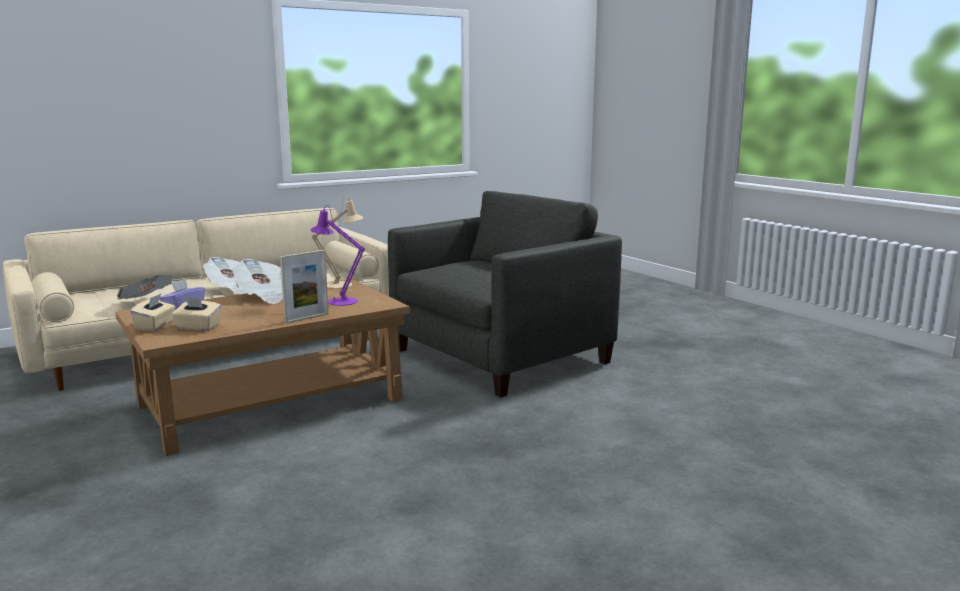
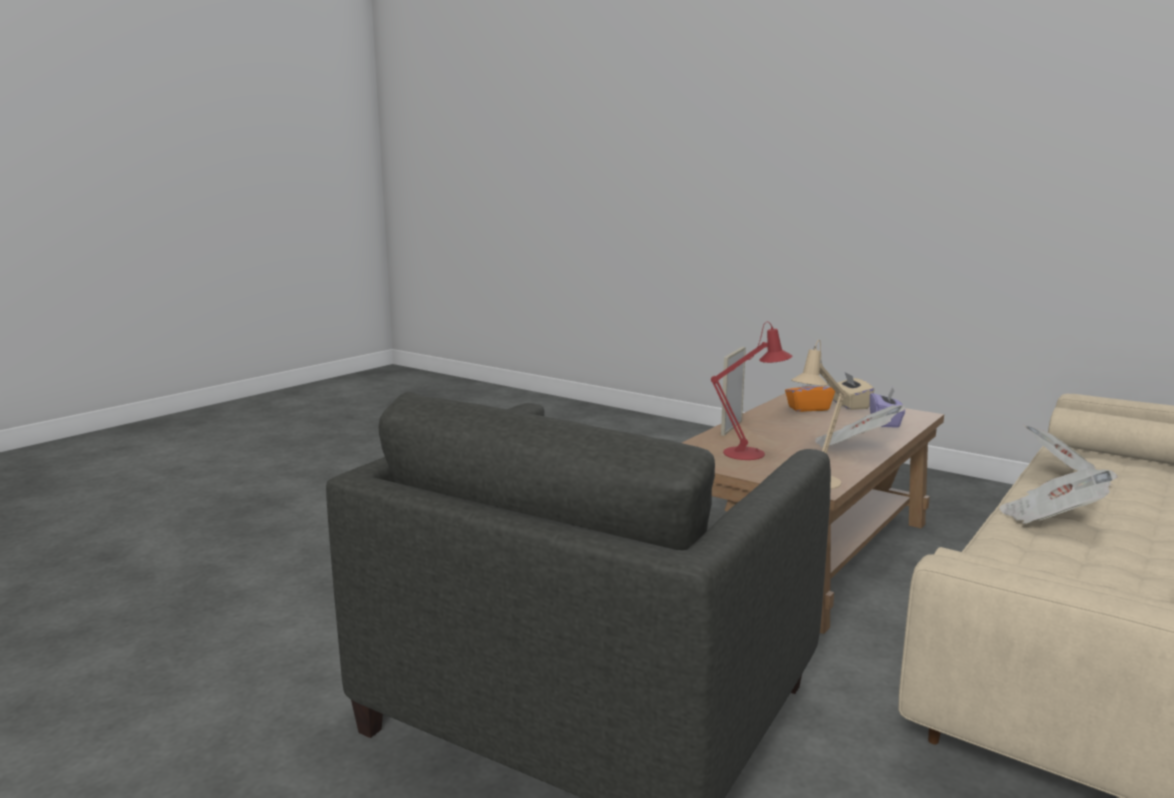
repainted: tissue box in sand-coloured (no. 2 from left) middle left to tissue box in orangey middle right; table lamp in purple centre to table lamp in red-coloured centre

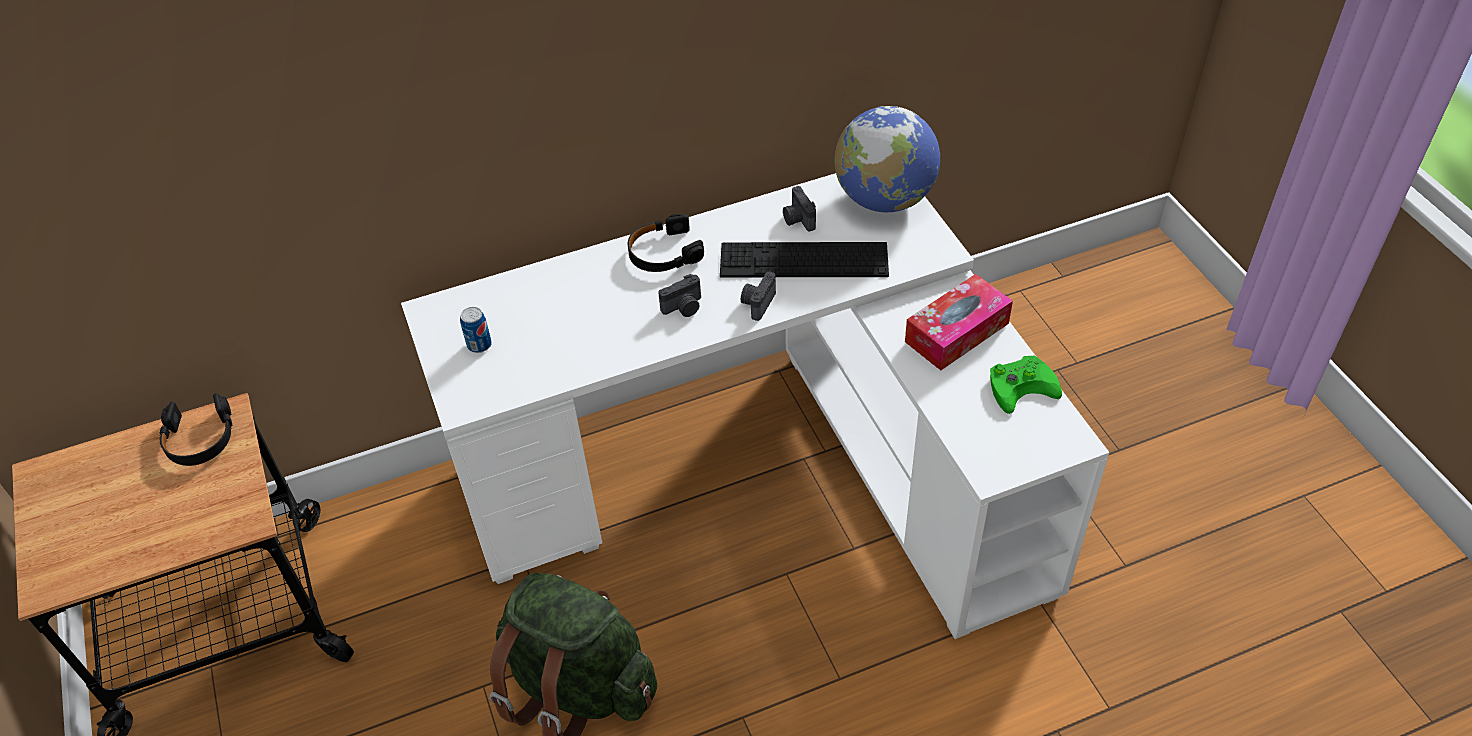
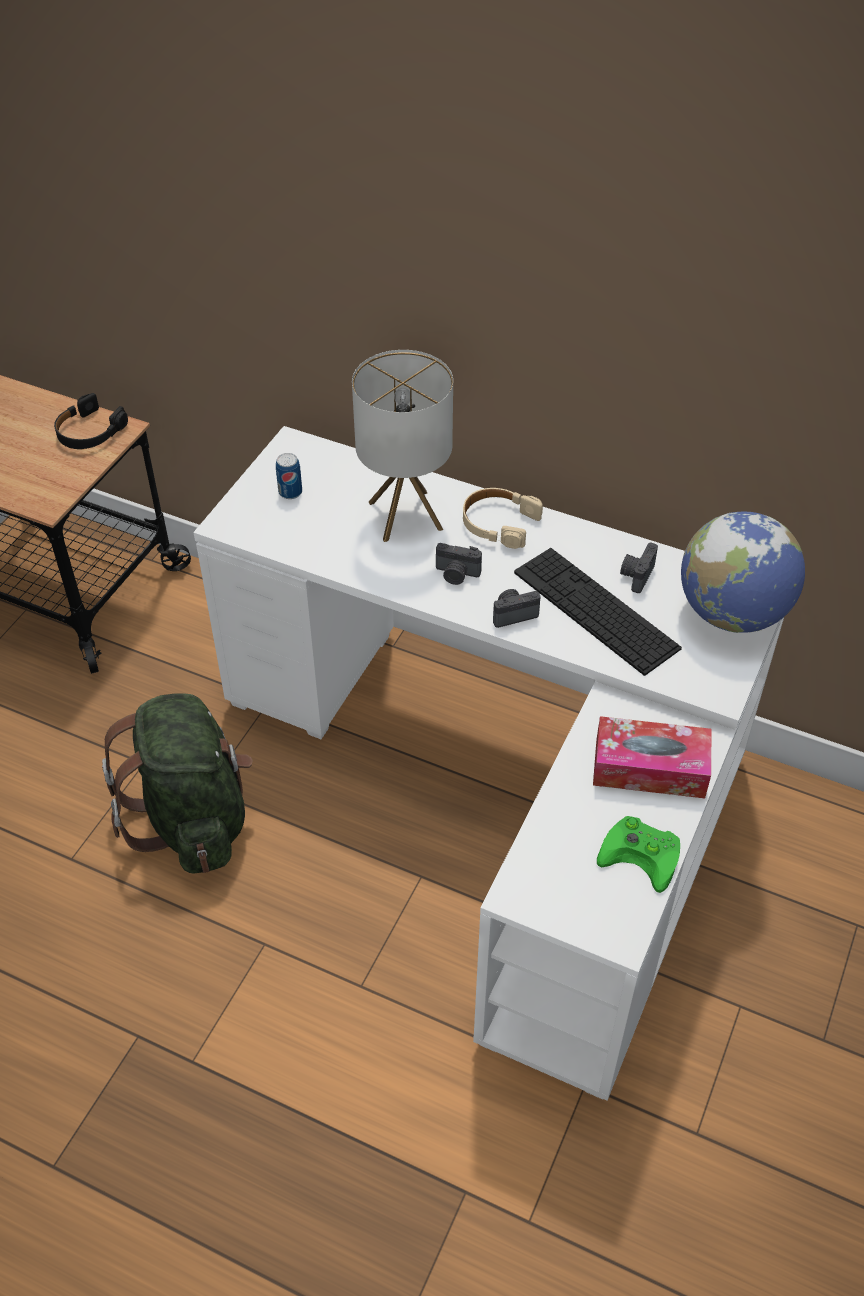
new: table lamp centre
repainted: headset in blackish (no. 2 from left) top centre to headset in sand-coloured centre

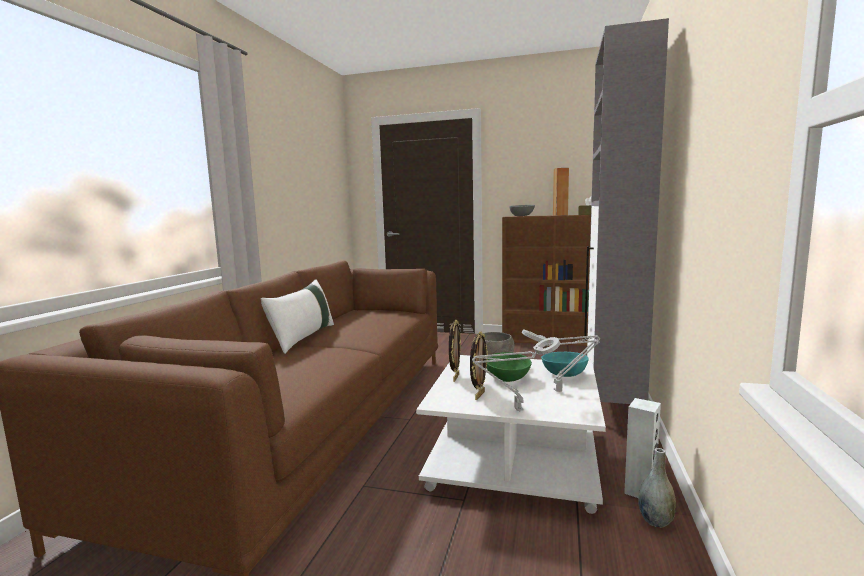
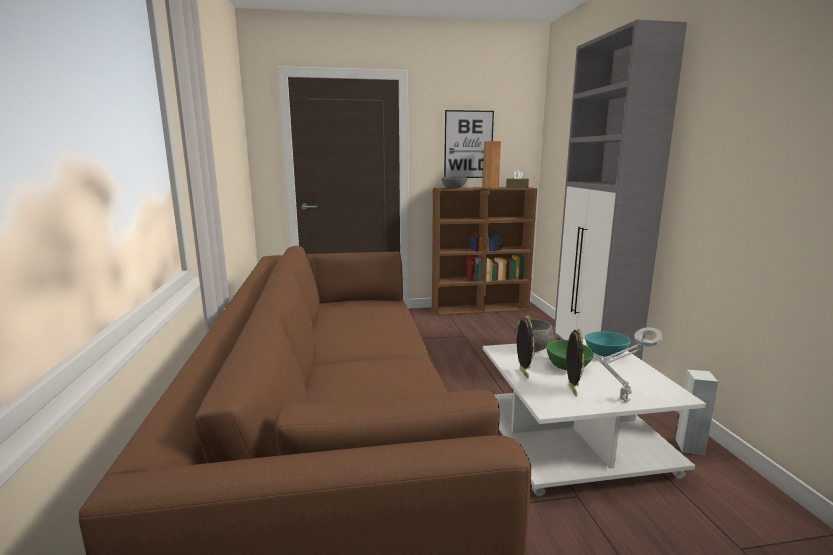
gone: pillow in white-coloured centre; table lamp in grey (no. 2 from left) centre; vase in grey bottom right
new: wall picture top centre

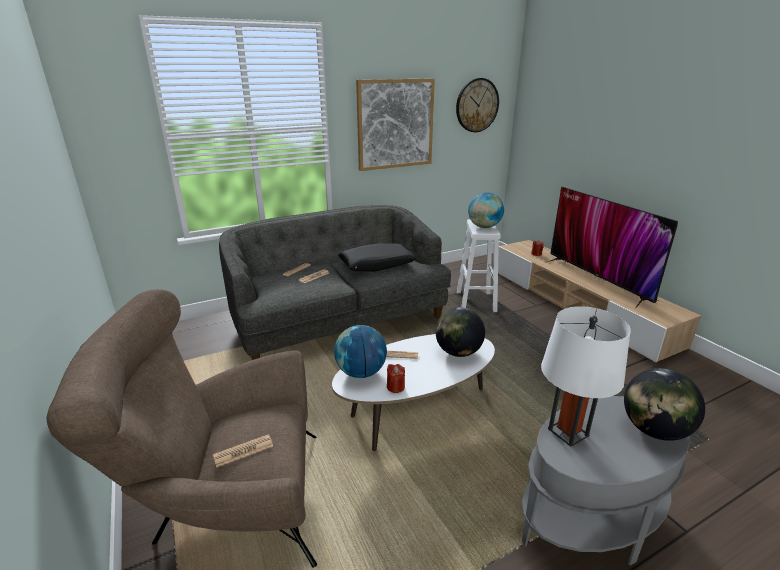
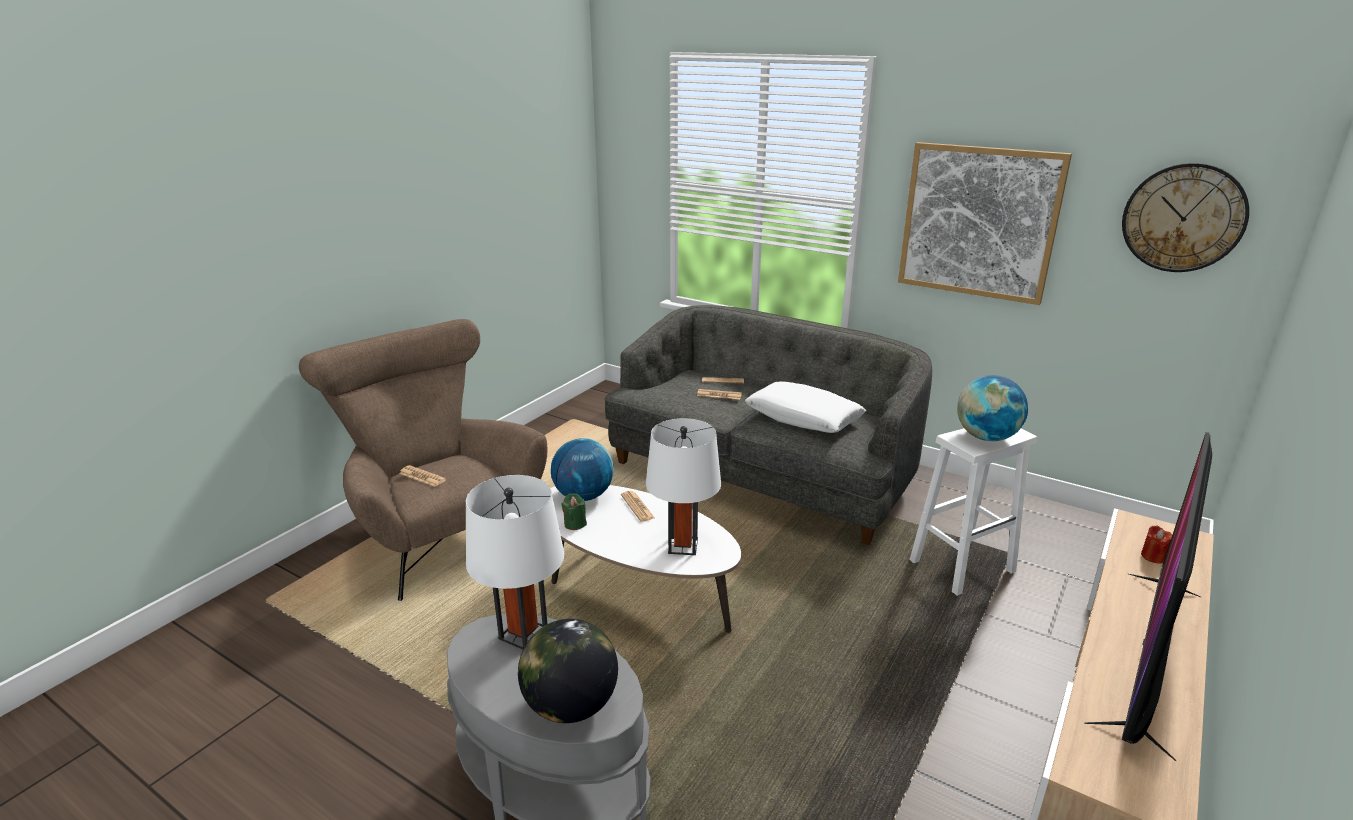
swapped: world globe (no. 2 from left) centre to table lamp in white-coloured (no. 2 from left) centre
repainted: pillow in blackish centre to pillow in white-coloured centre; wax candle in red-coloured (no. 1 from left) centre to wax candle in green centre

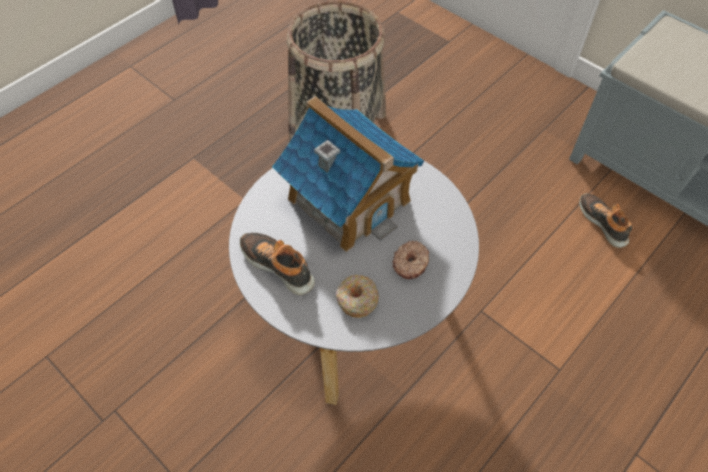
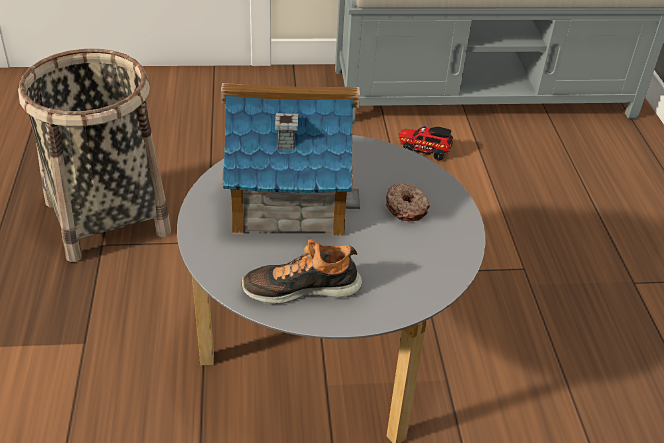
gone: donut (no. 1 from left) centre
swapped: low shoe (no. 2 from left) middle right to toy truck top centre

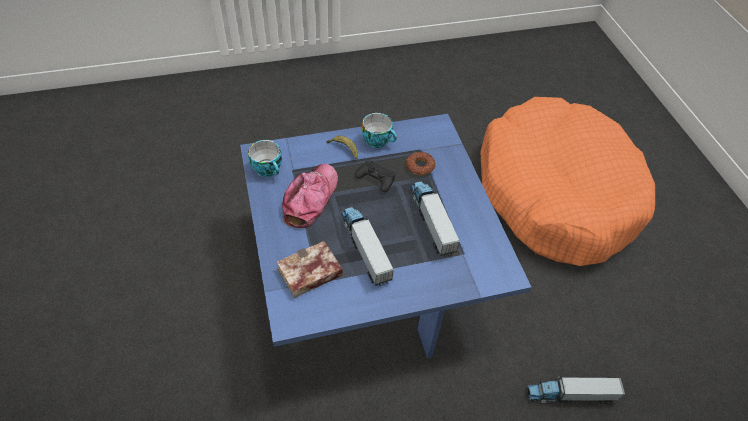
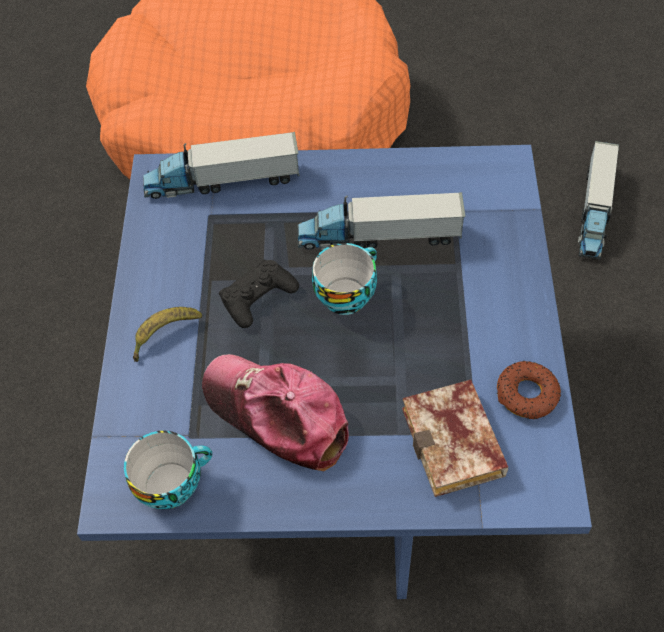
shifted: toy truck (no. 1 from left) centre to top left; drinking cup (no. 2 from left) top centre to centre; donut centre to middle right

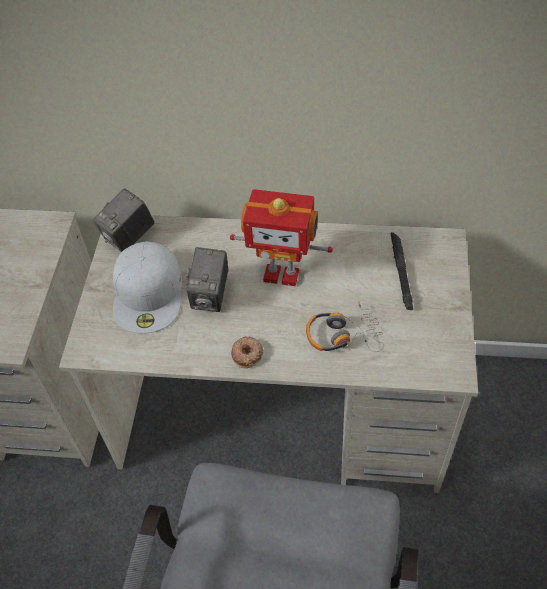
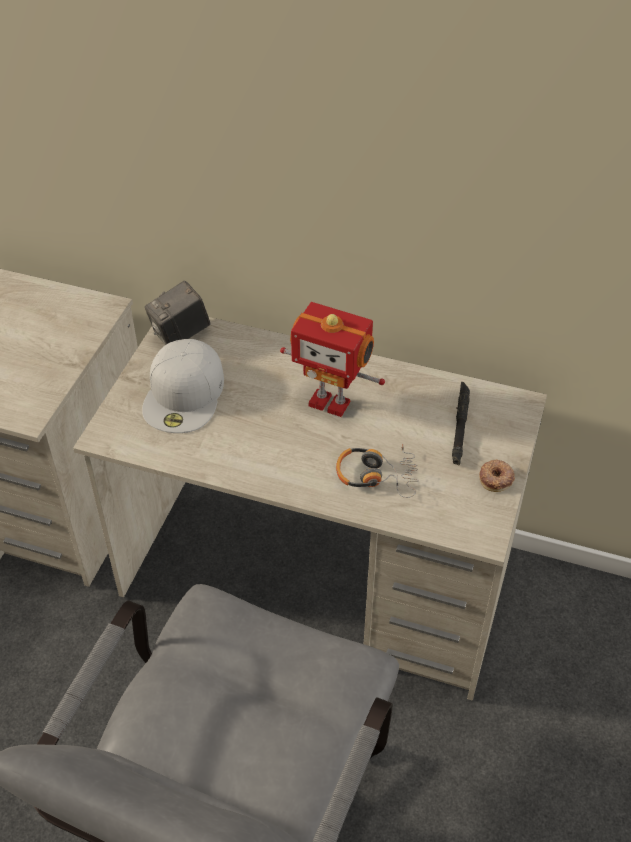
gone: photo camera (no. 2 from left) centre
shifted: donut centre to middle right

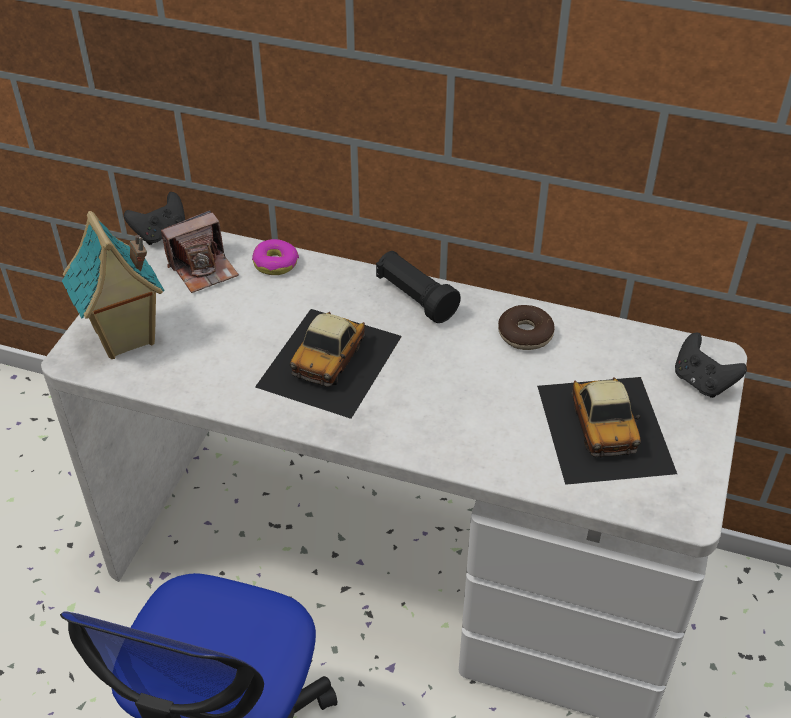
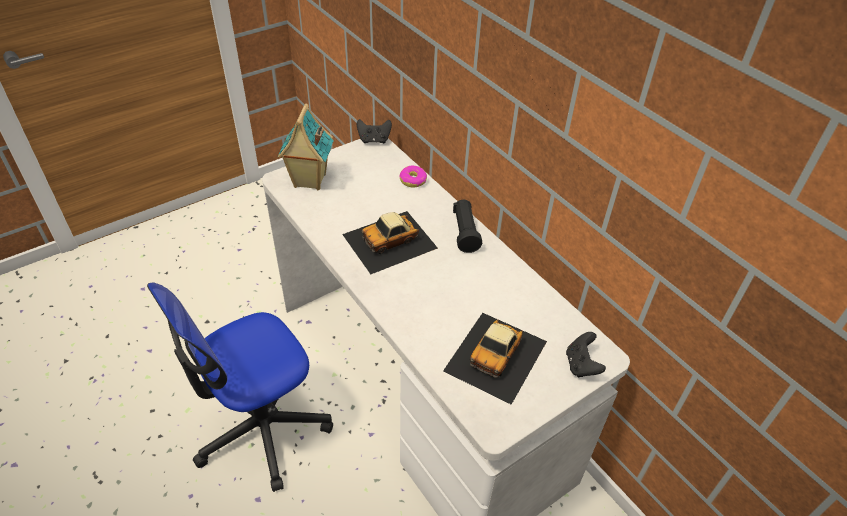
gone: photo camera middle left; donut (no. 2 from left) centre

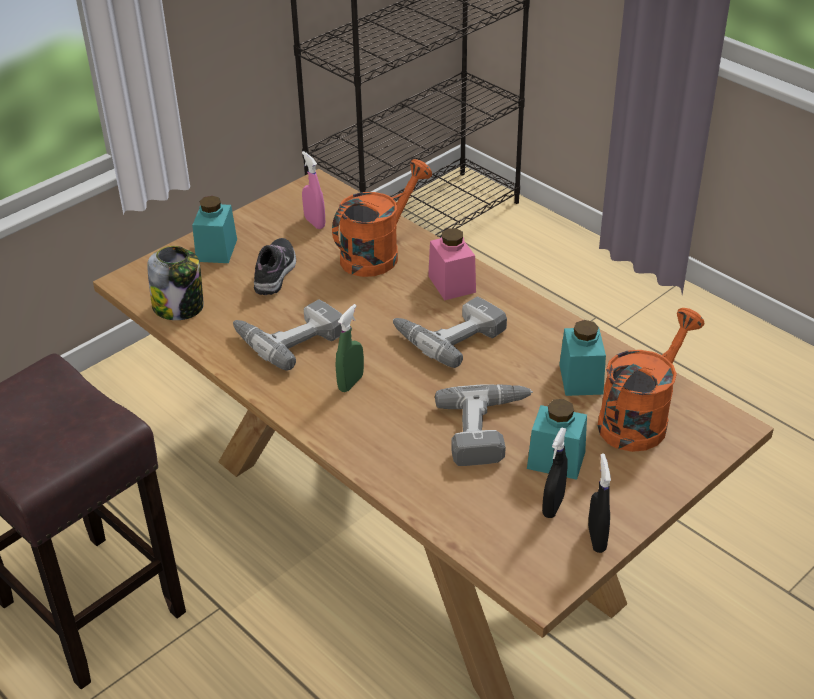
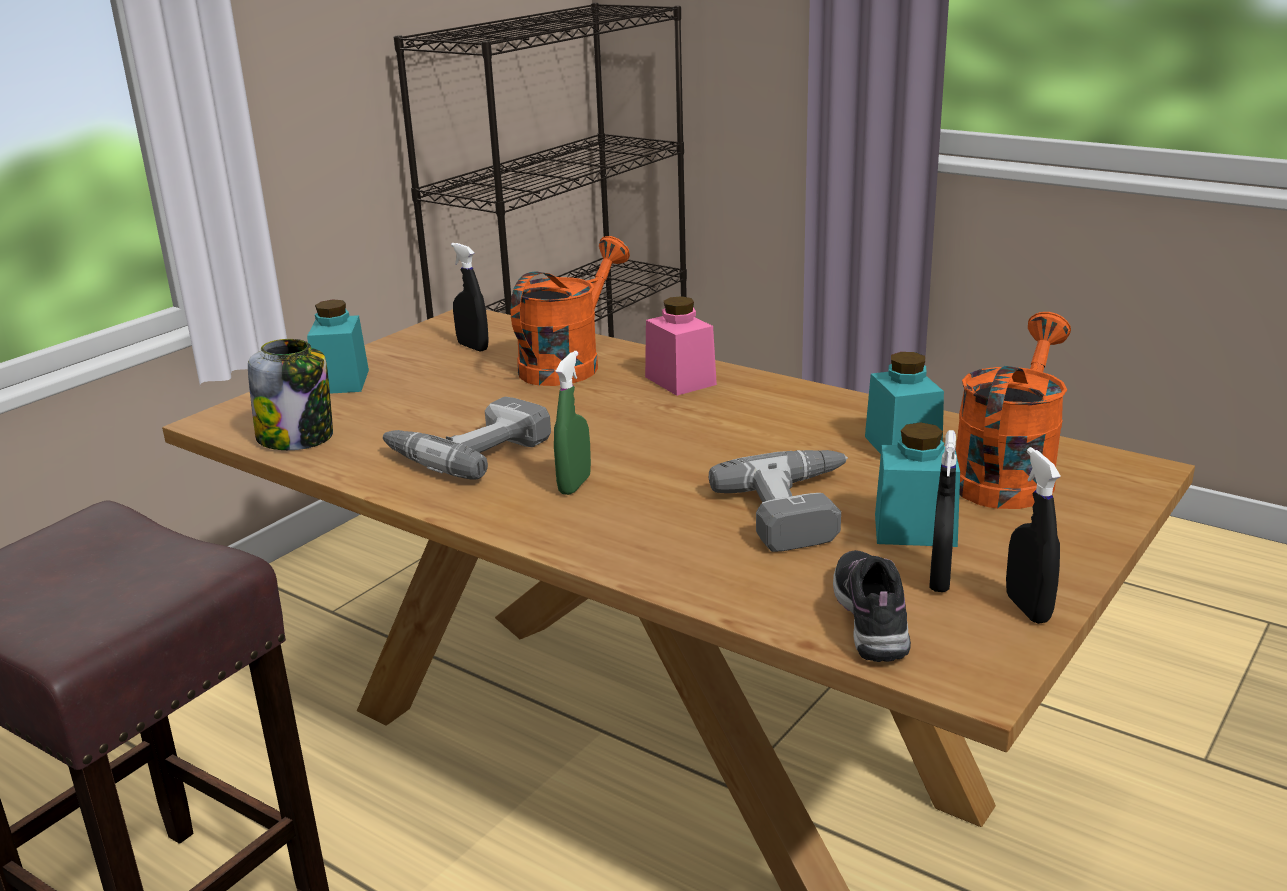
gone: power drill (no. 2 from left) centre
shifted: low shoe centre to bottom right
repainted: spray bottle in pink-coloured top centre to spray bottle in blackish (no. 1 from left) centre

